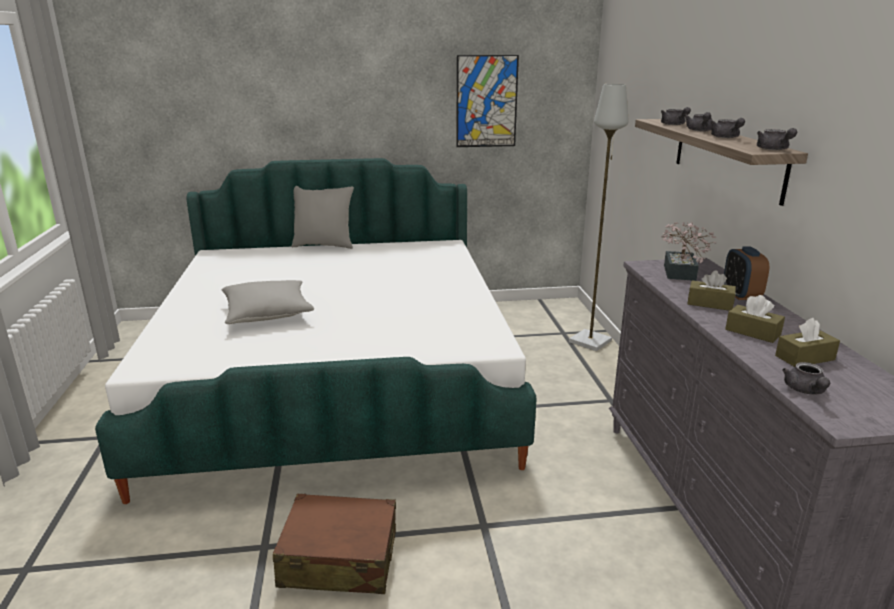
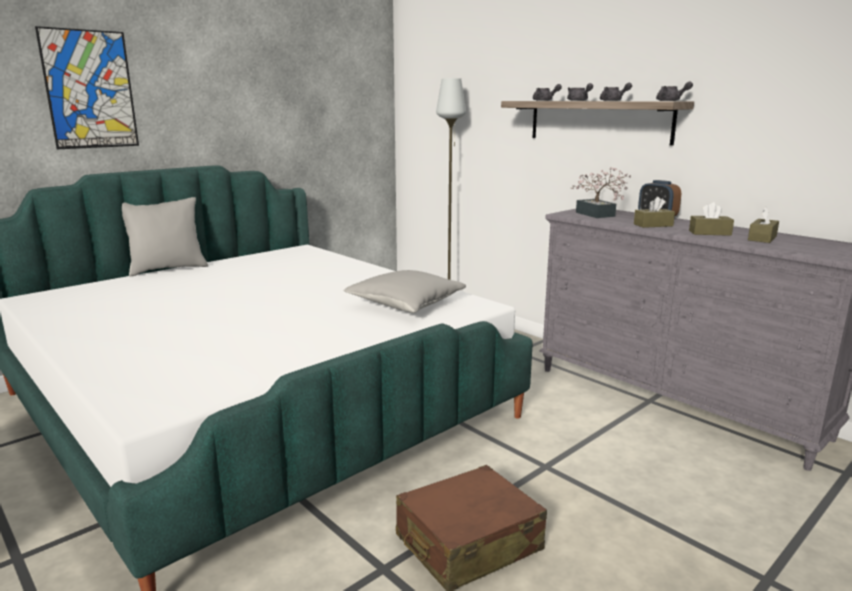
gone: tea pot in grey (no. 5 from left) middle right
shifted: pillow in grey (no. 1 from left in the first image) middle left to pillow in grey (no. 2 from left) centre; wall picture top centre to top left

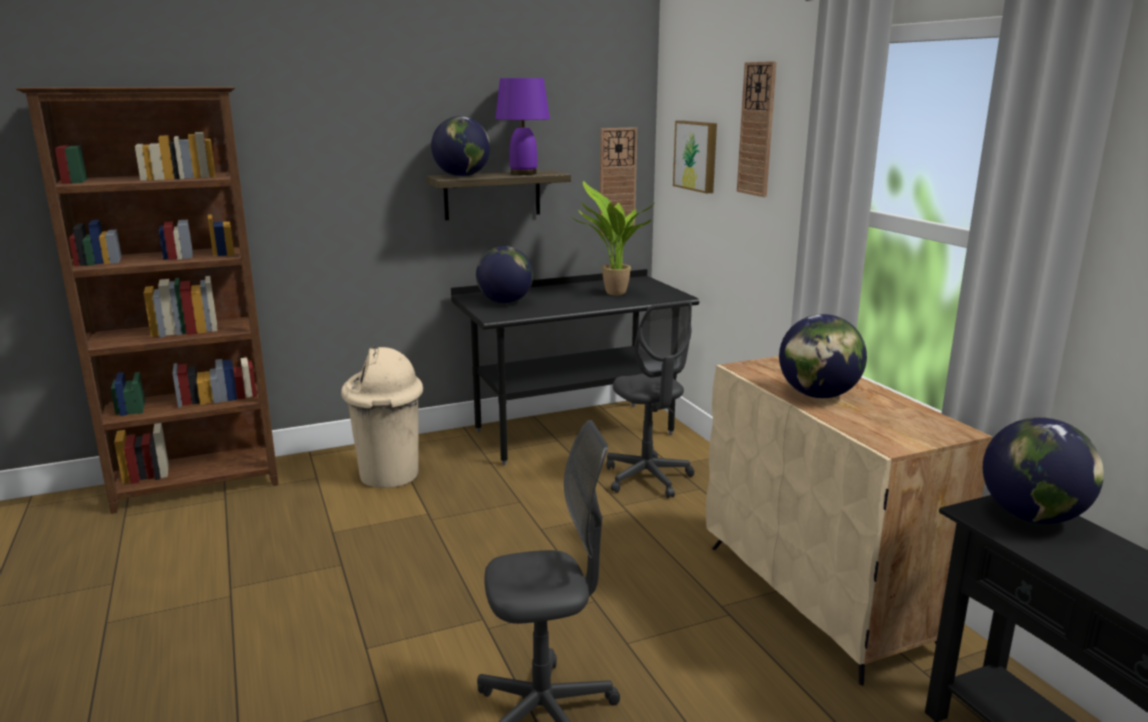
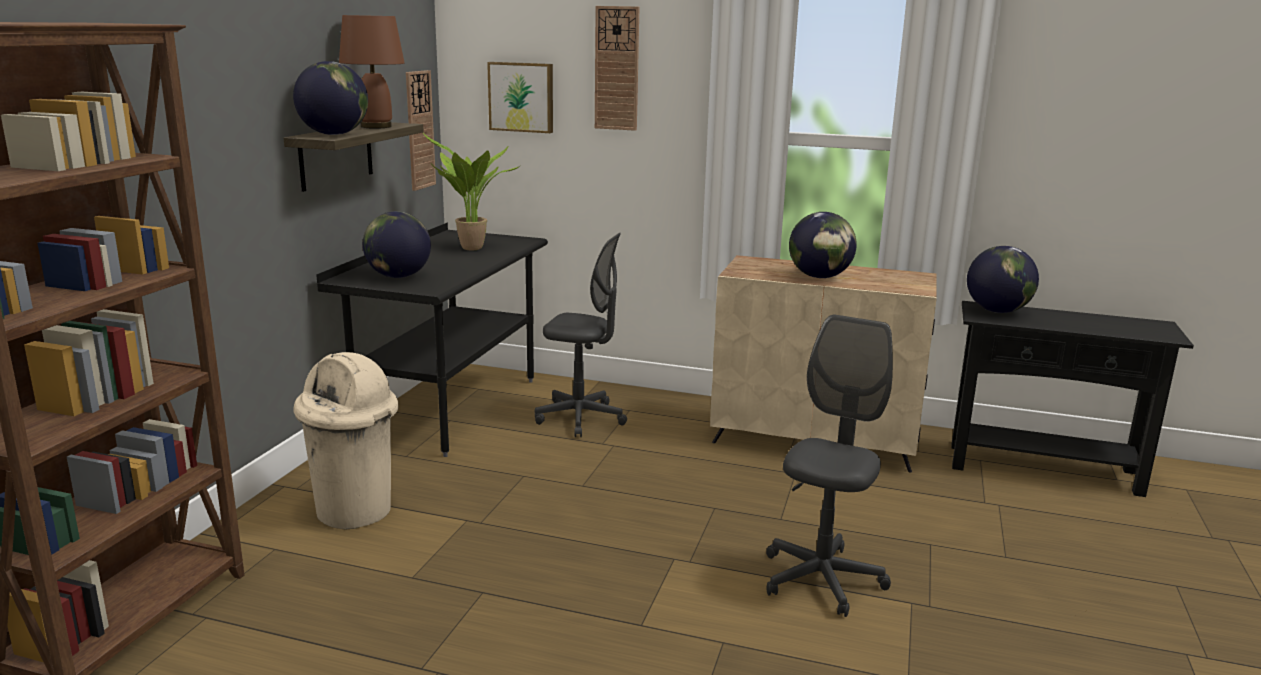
repainted: table lamp in purple top centre to table lamp in brown-coloured top left

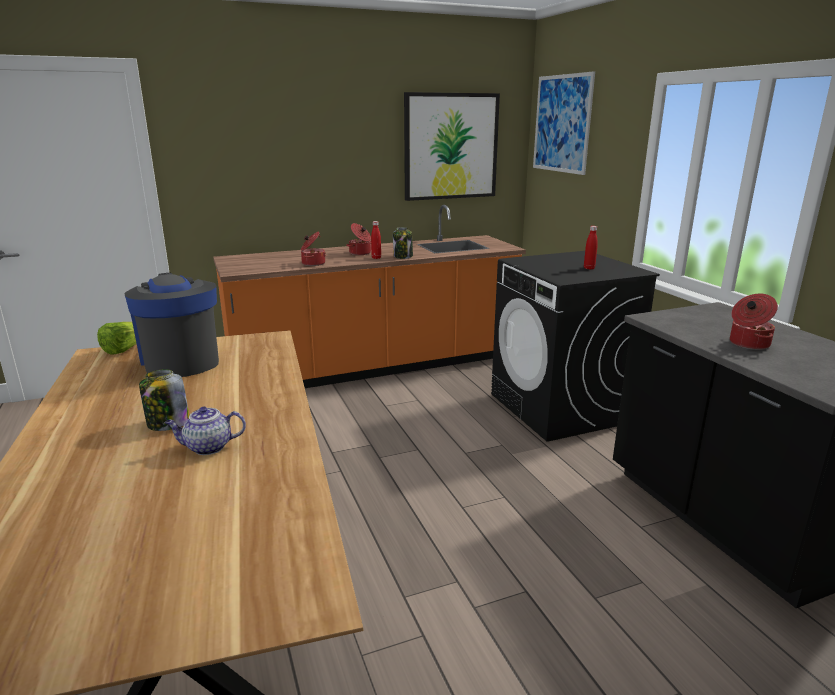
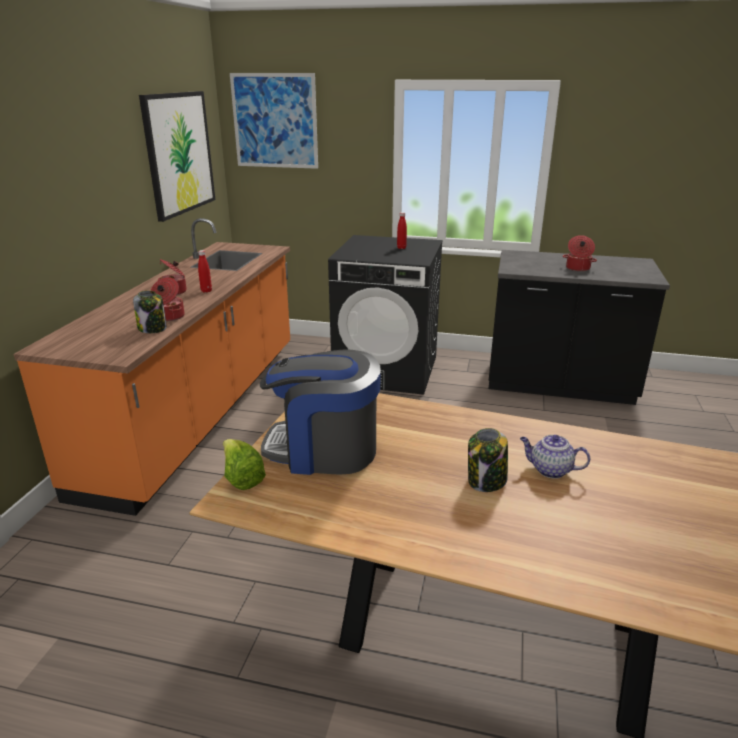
shifted: storage jar (no. 2 from left in the first image) centre to storage jar (no. 1 from left) middle left
rotated: tea pot middle left = middle right 90 degrees clockwise

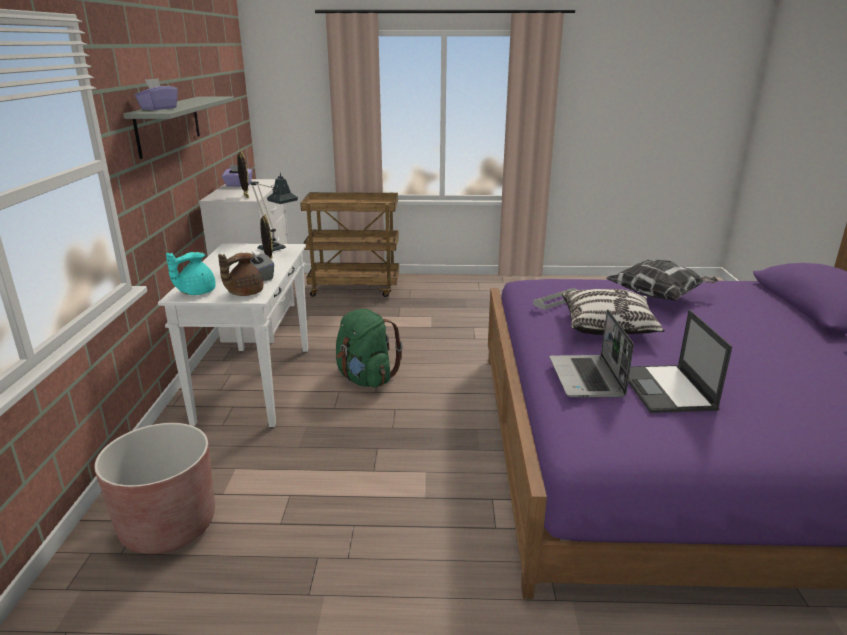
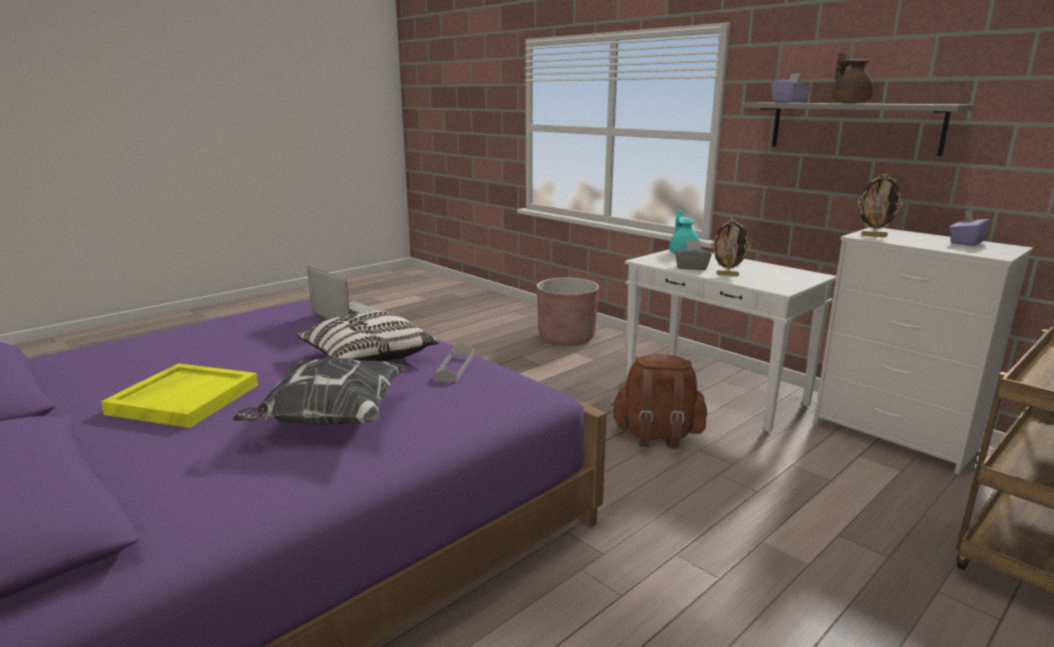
gone: table lamp middle left; portable computer (no. 2 from left) middle right
new: serving tray in yellowish middle left
shifted: tea pot in brown-coloured middle left to top right
repainted: rucksack in green centre to rucksack in brown-coloured centre

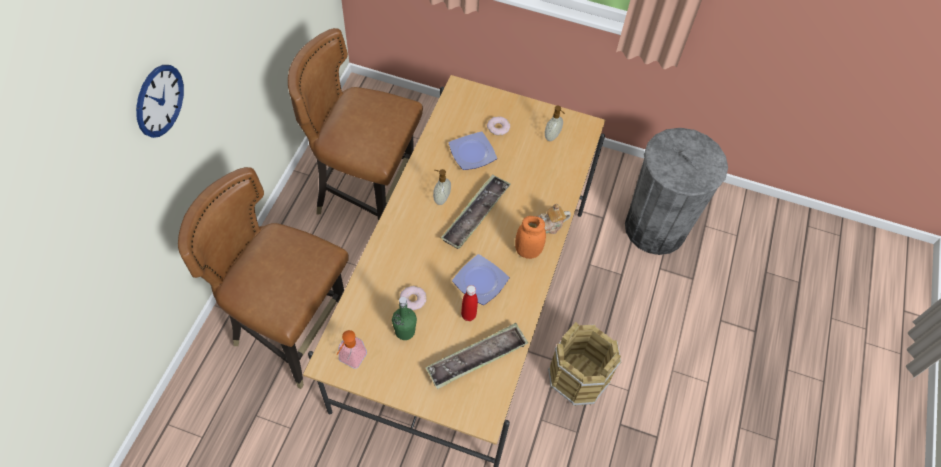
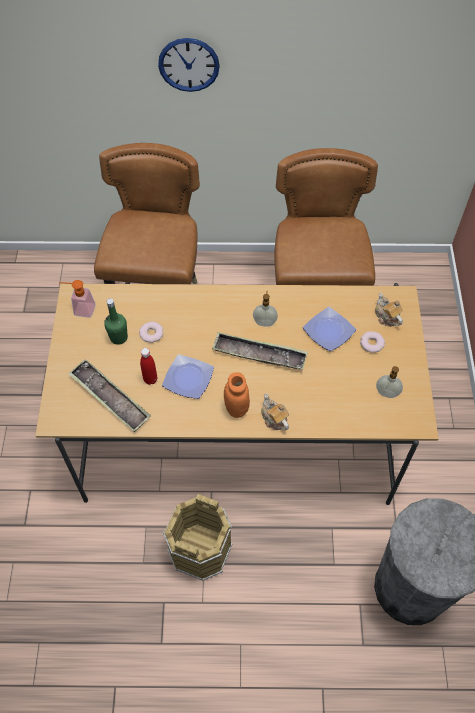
new: tea pot (no. 2 from left) middle right

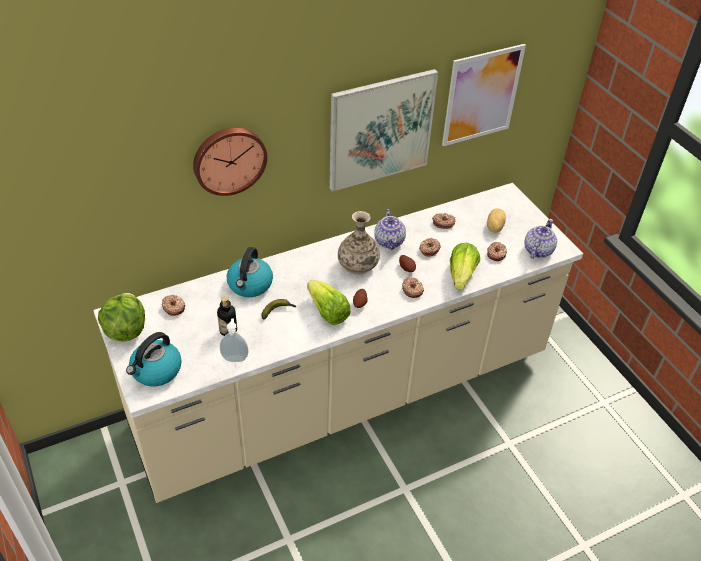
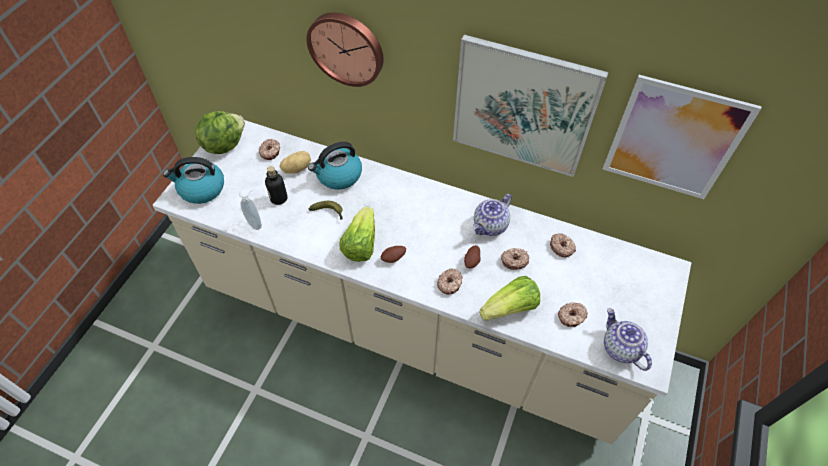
gone: vase centre
shifted: spud (no. 3 from left in the first image) middle right to spud (no. 1 from left) centre
rotated: tea pot (no. 2 from left) middle right = bottom right 105 degrees counterclockwise

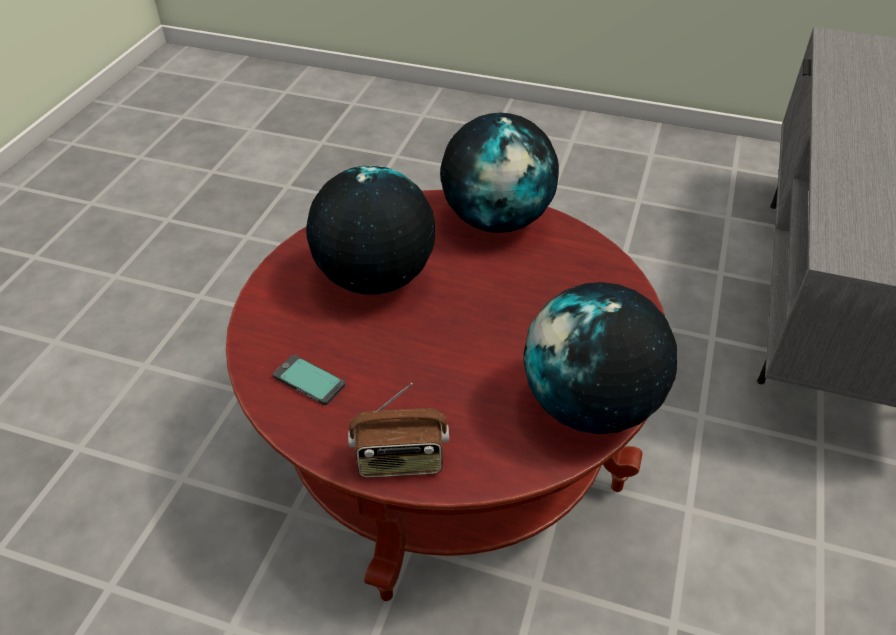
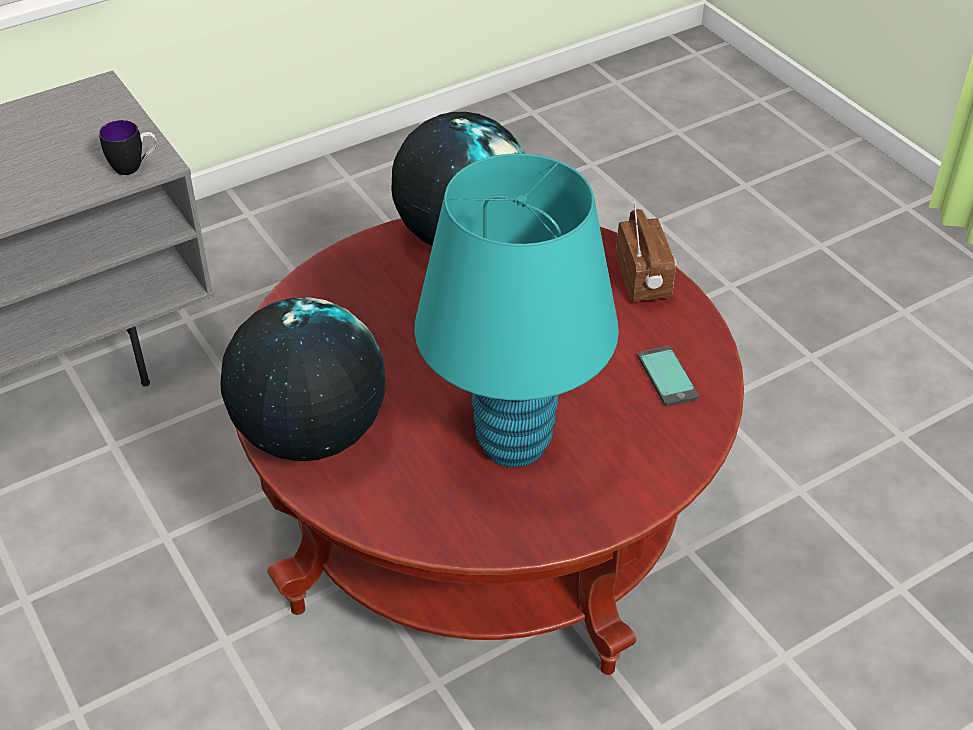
new: mug top left
swapped: world globe (no. 1 from left) centre to table lamp in blue-green centre
rotated: radio receiver bottom centre = centre 45 degrees clockwise

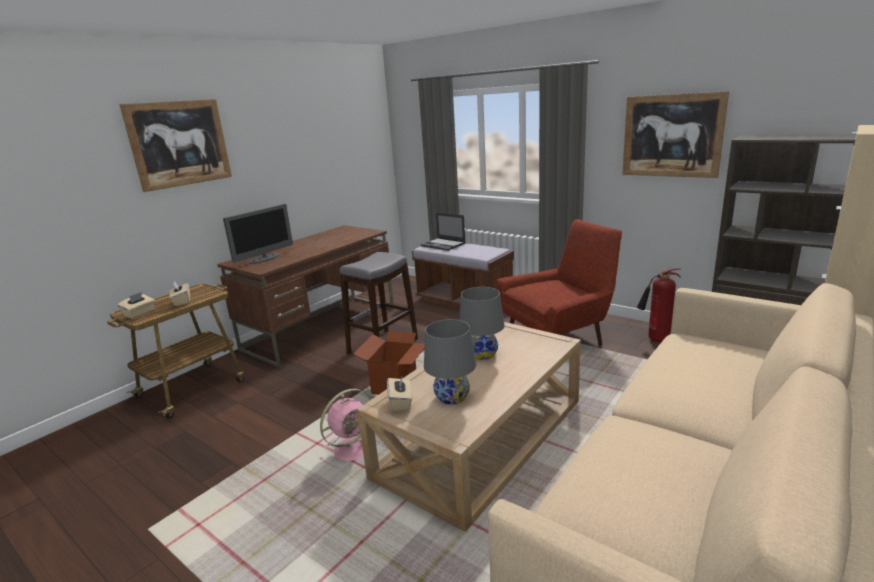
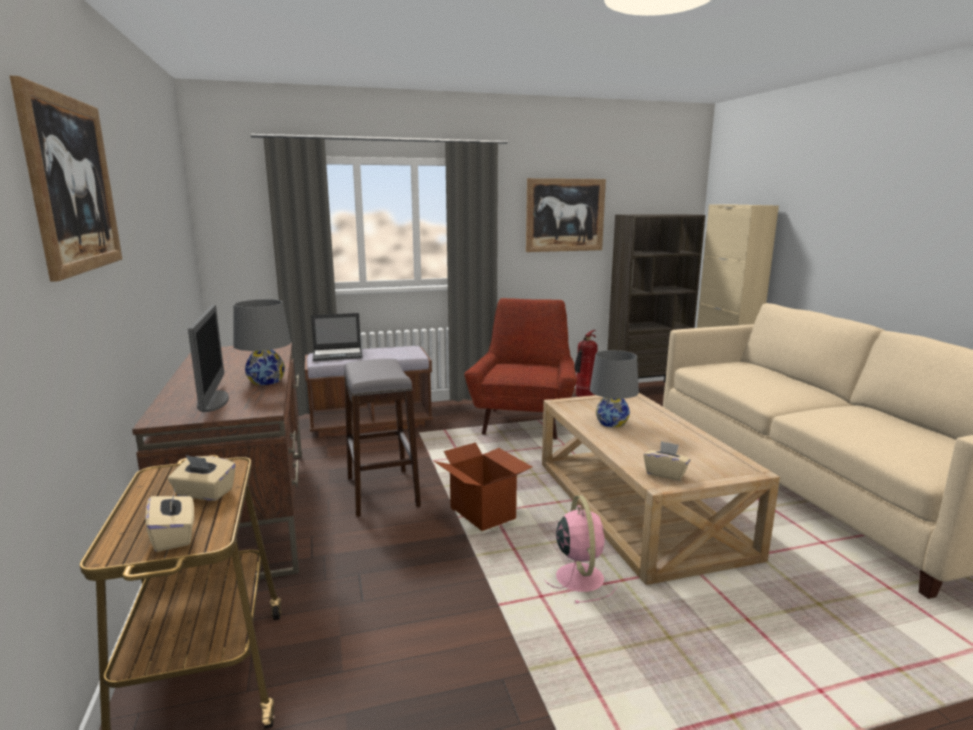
shifted: table lamp in grey (no. 1 from left) centre to middle left

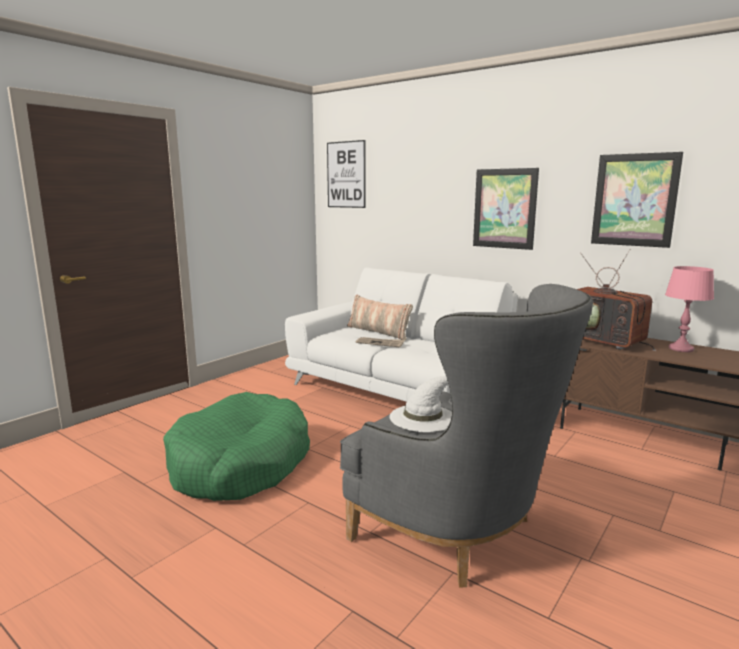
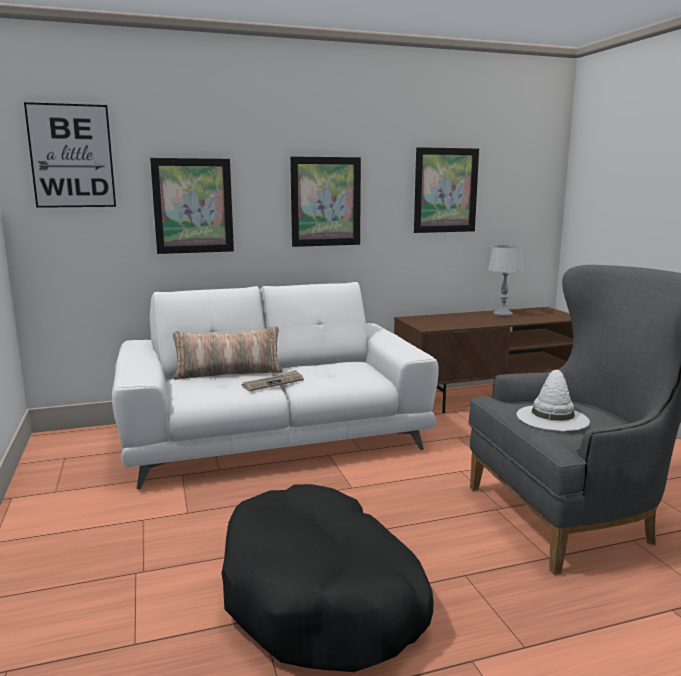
gone: television middle right
new: wall picture (no. 2 from left) top left
repainted: dog cushion in green bottom left to dog cushion in blackish bottom centre; table lamp in pink-coloured middle right to table lamp in grey middle right

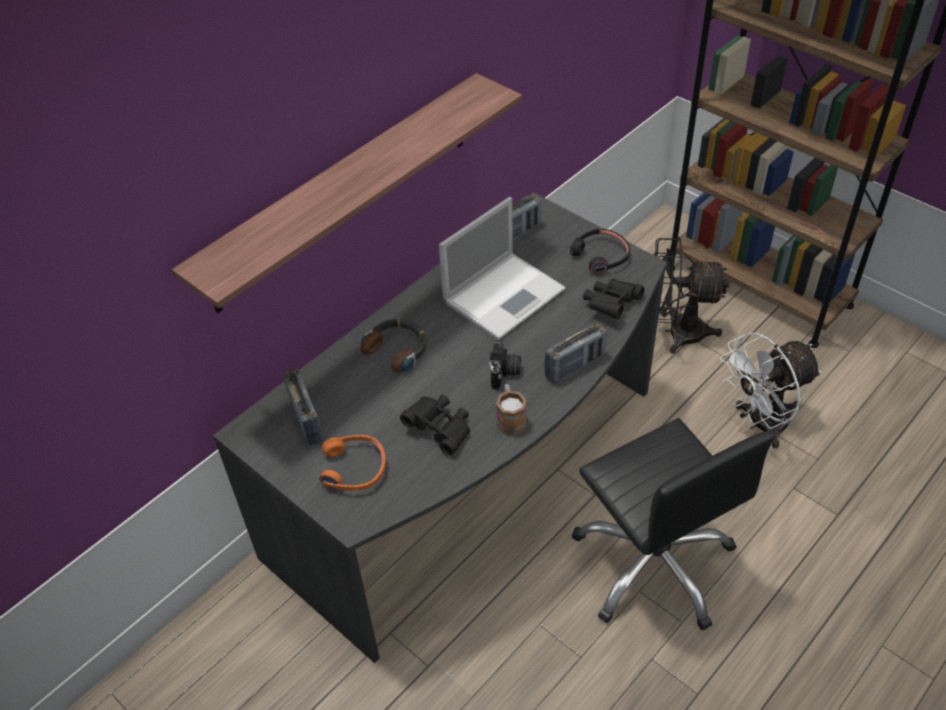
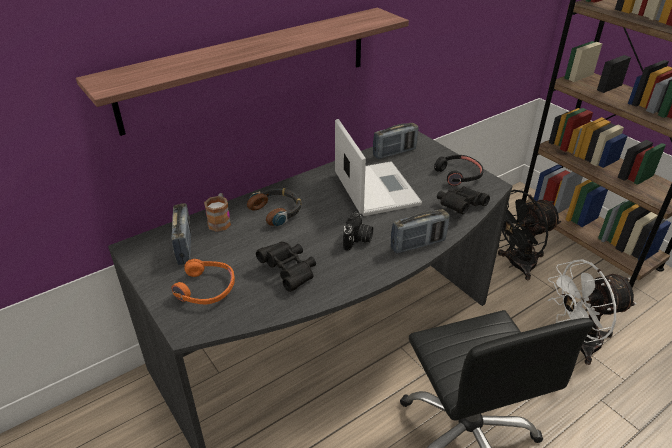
shifted: mug centre to middle left
rotated: portable computer centre = centre 75 degrees counterclockwise; electric fan in blackish middle right = middle right 45 degrees counterclockwise

